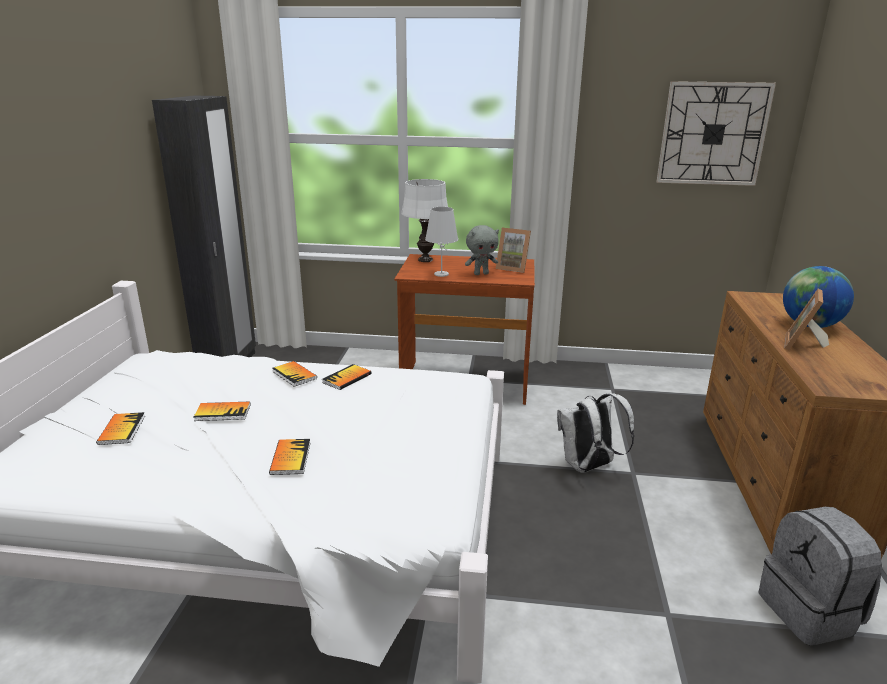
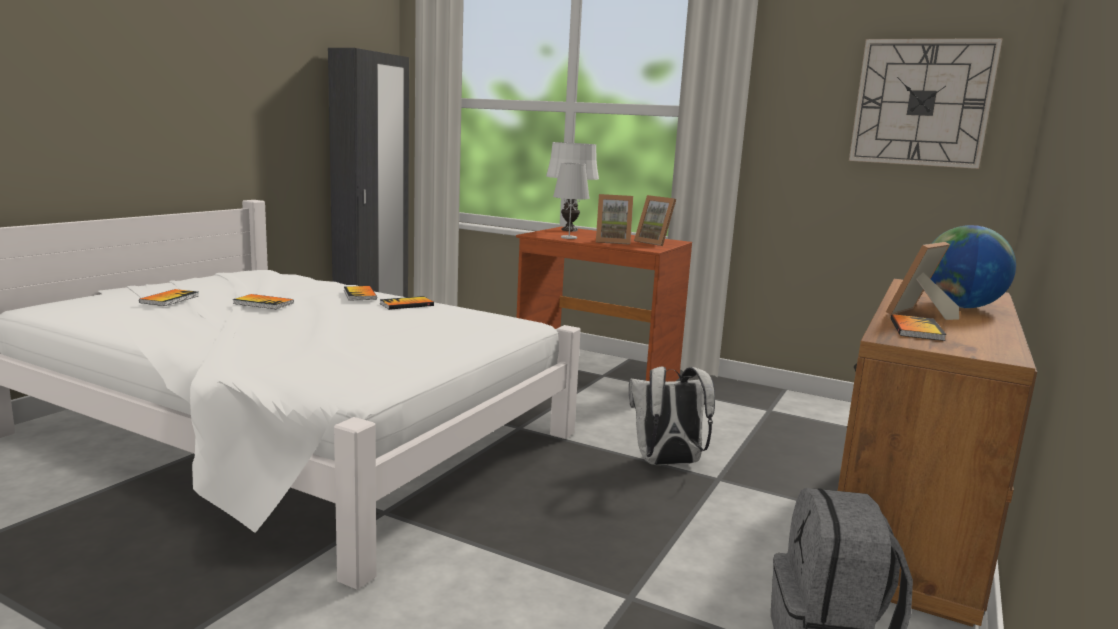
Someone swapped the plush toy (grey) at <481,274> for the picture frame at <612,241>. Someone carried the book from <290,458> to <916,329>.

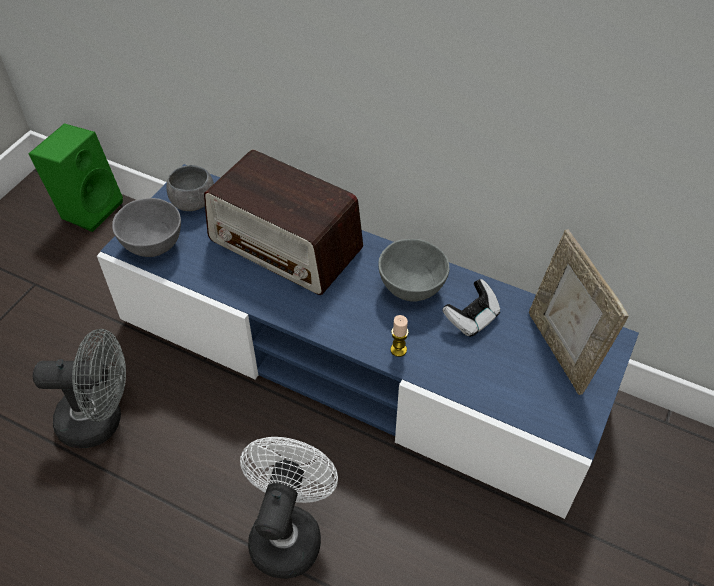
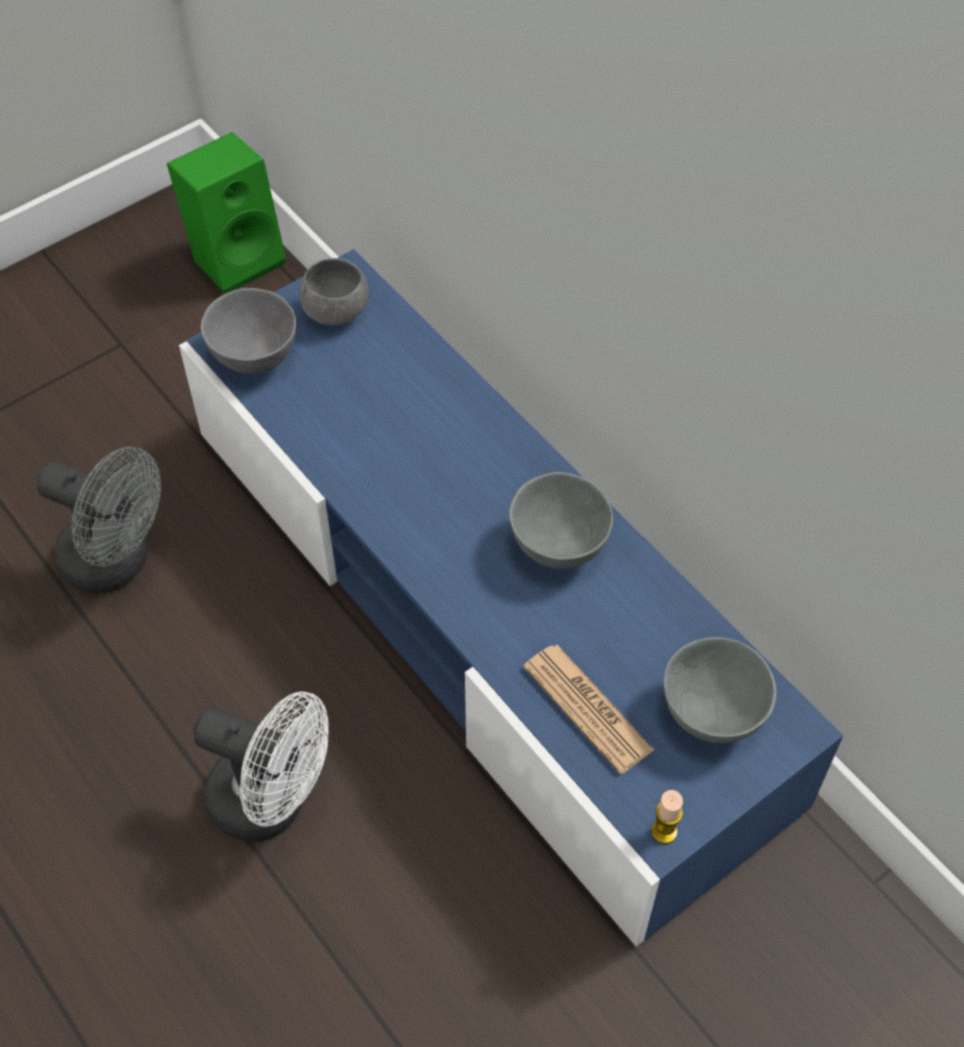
Someone rotated the fan (white) at <288,531> by 75 degrees clockwise. Someone put down the newspaper at <587,708>. Someone carried the candle from <398,350> to <664,831>. Someone swapped the picture frame at <561,350> for the bowl (grey) at <713,715>. Someone took away the radio at <286,245>. Someone took away the game controller at <471,318>.

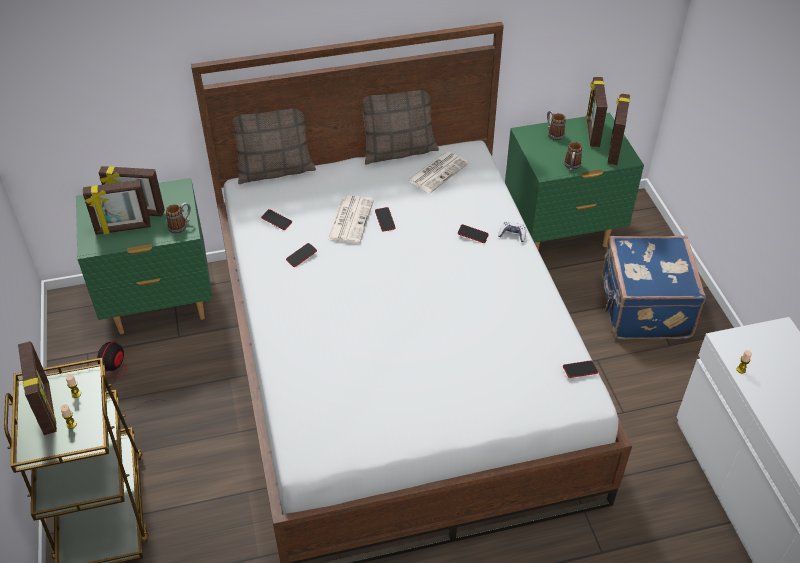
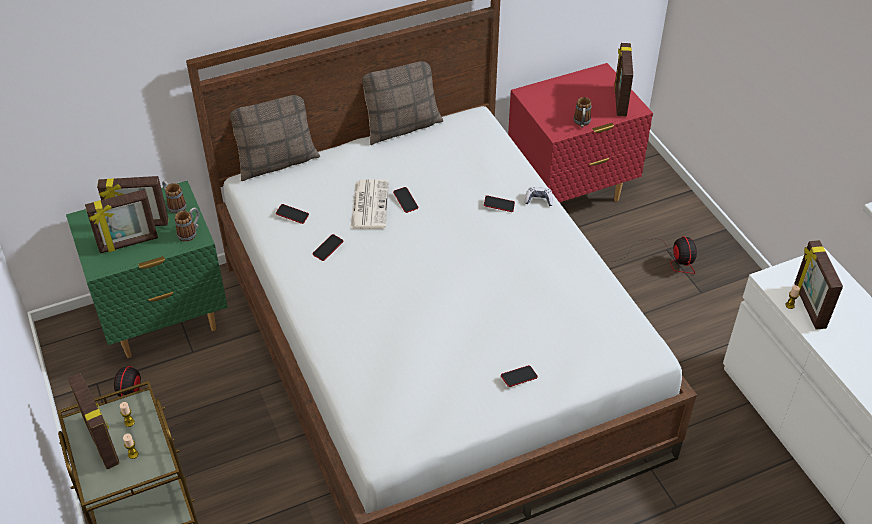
Someone carried the mug from <553,133> to <174,205>. Someone carried the phone from <580,370> to <519,377>. Someone repainted the nightstand (green) at <561,234>, which became the nightstand (red) at <570,194>. Someone swapped the suitcase (blue) at <642,308> for the fan at <667,259>. Someone carried the picture frame from <592,132> to <808,306>. Someone took away the newspaper at <437,172>.

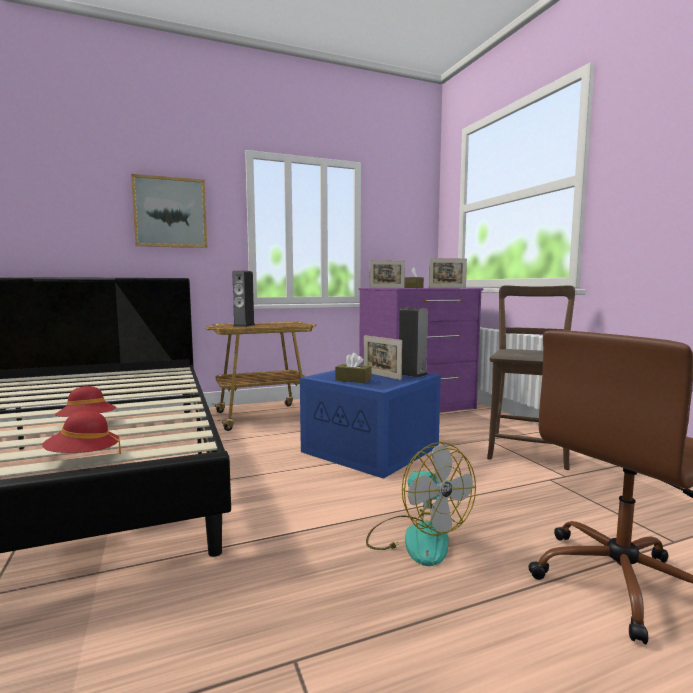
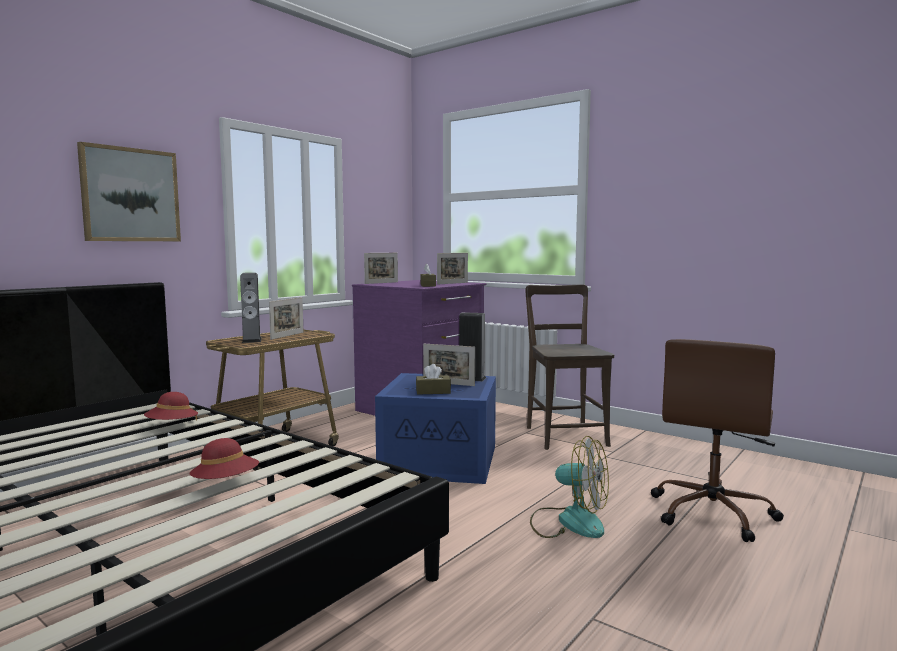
Someone carried the hat (red) from <83,458> to <172,426>. Someone put down the picture frame at <287,336>.

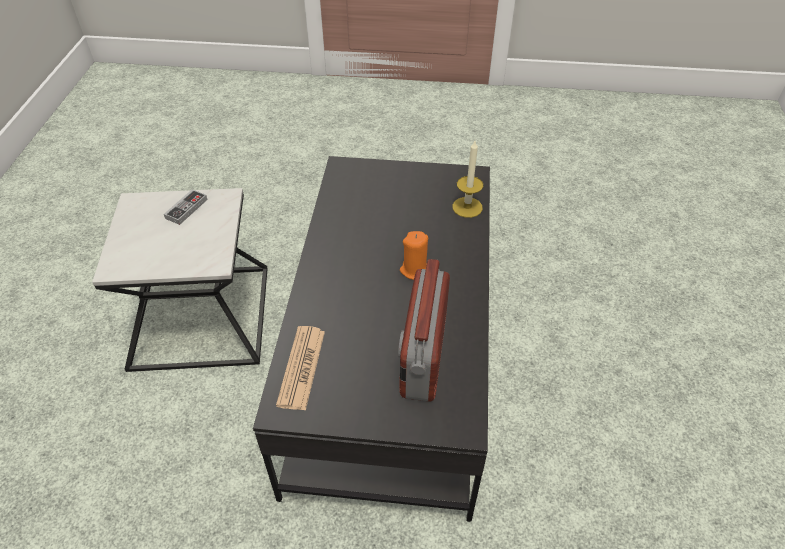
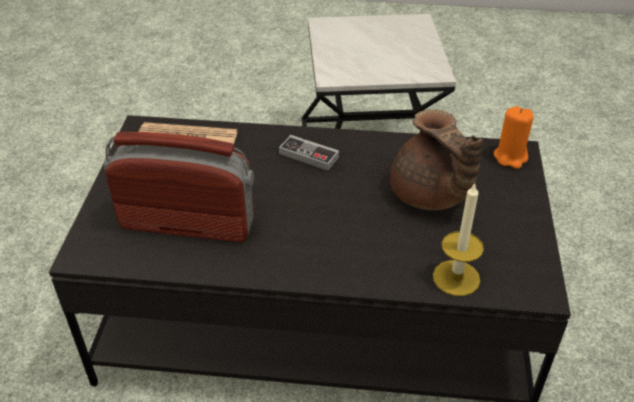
Someone carried the game controller from <186,209> to <308,155>. Someone put down the teapot (brown) at <429,195>. Someone carried the candle (orange) from <415,270> to <510,157>.

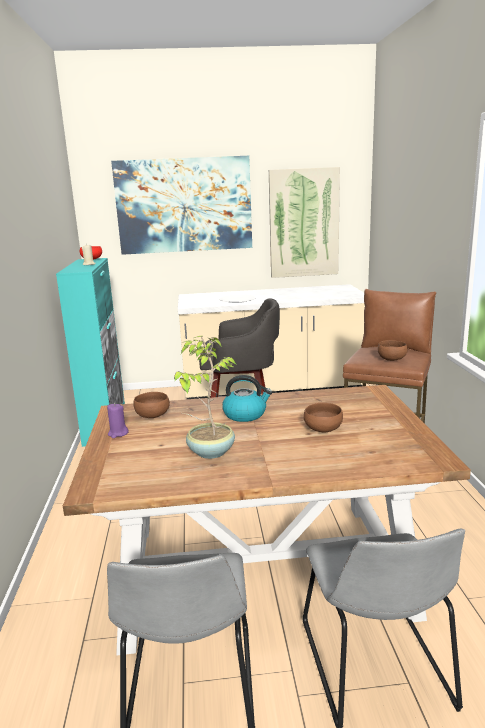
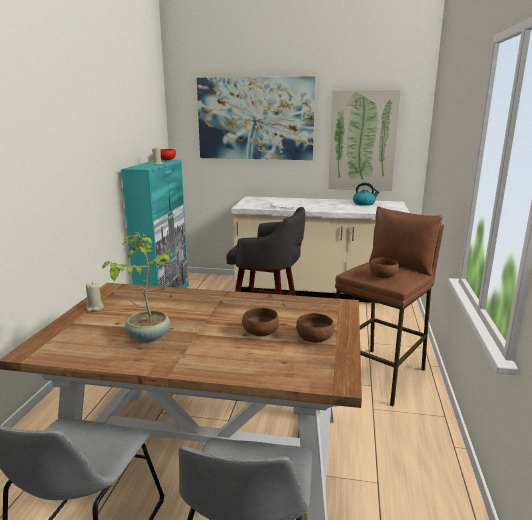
Someone repainted the candle (purple) at <118,433>, which became the candle (beige) at <95,308>. Someone carried the bowl (brown) from <153,415> to <314,339>. Someone carried the kettle from <245,414> to <364,203>.

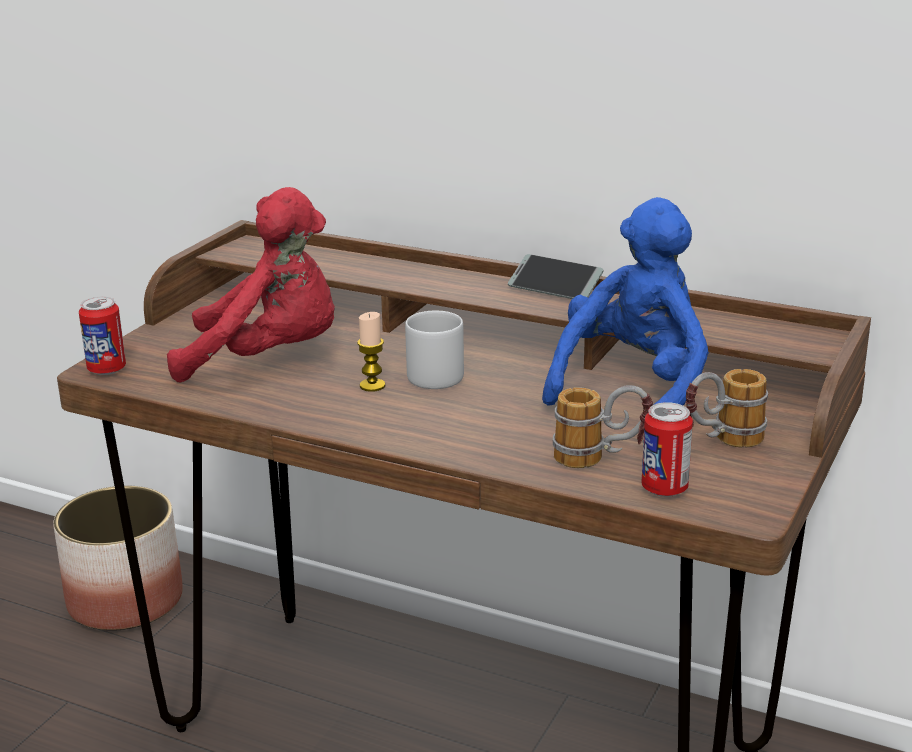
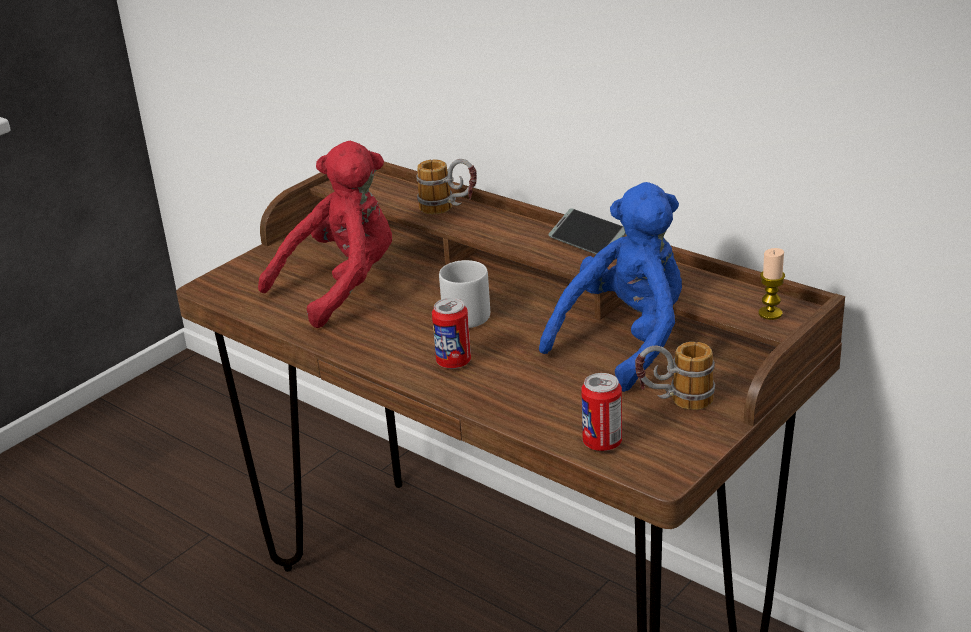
Someone rotated the plush toy (red) at <268,359> by 60 degrees counterclockwise. Someone carried the mug from <600,459> to <449,210>. Someone carried the can from <107,369> to <453,362>. Someone carried the candle from <372,386> to <770,313>. Someone took away the planter at <126,600>.

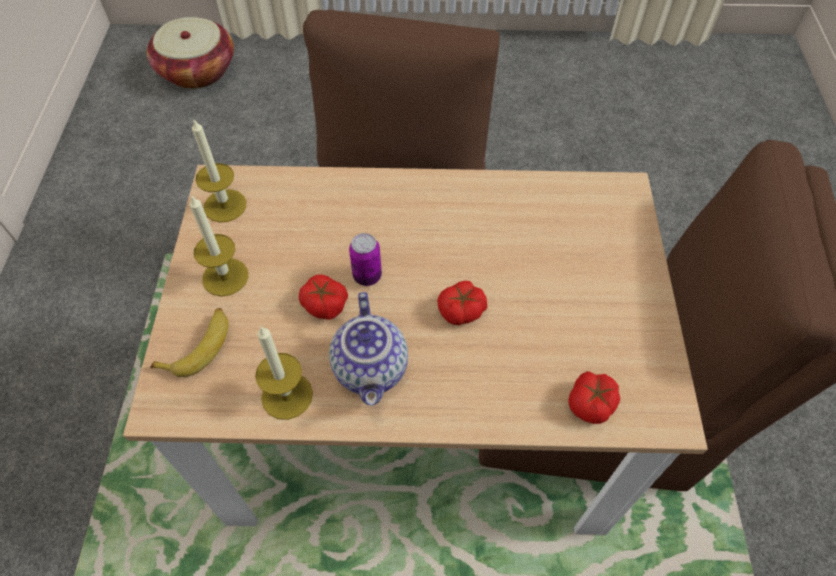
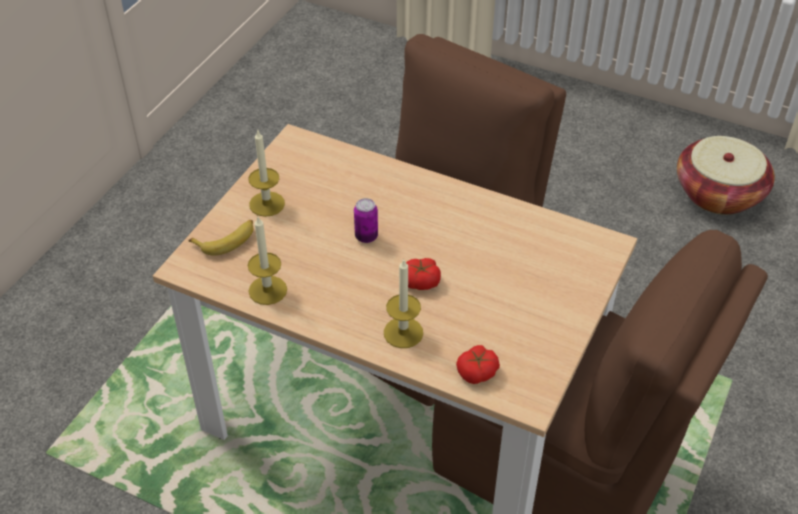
Someone carried the candle from <225,205> to <403,332>. Someone carried the basket from <197,71> to <718,193>. Someone took away the tomato at <324,304>. Someone took away the teapot at <372,369>.

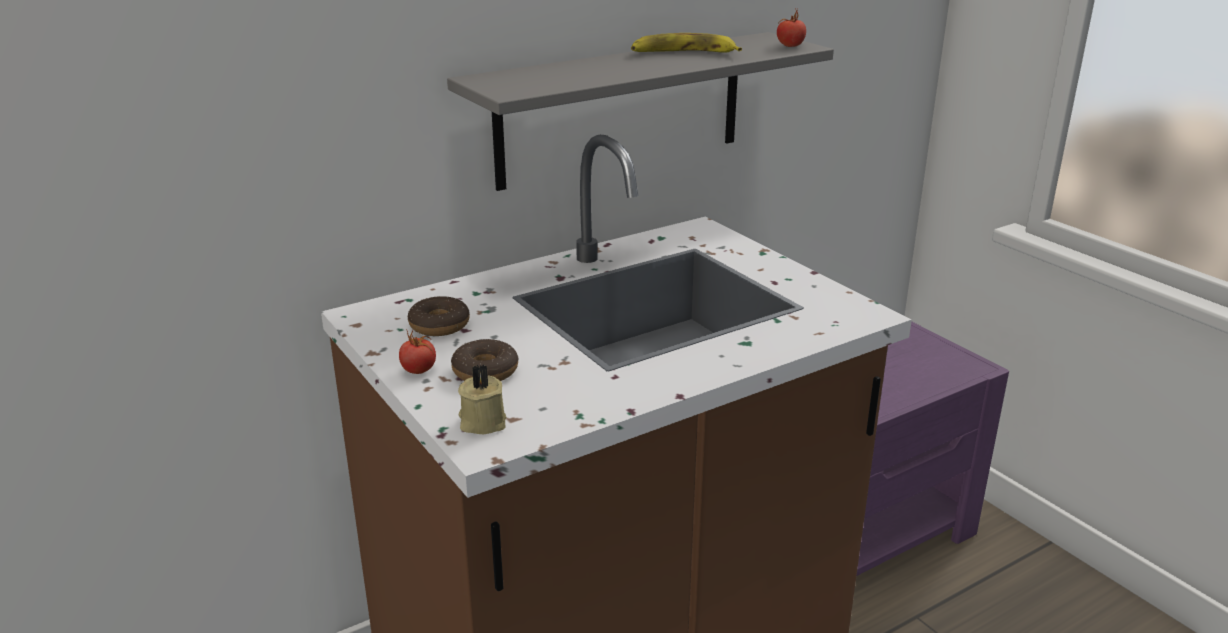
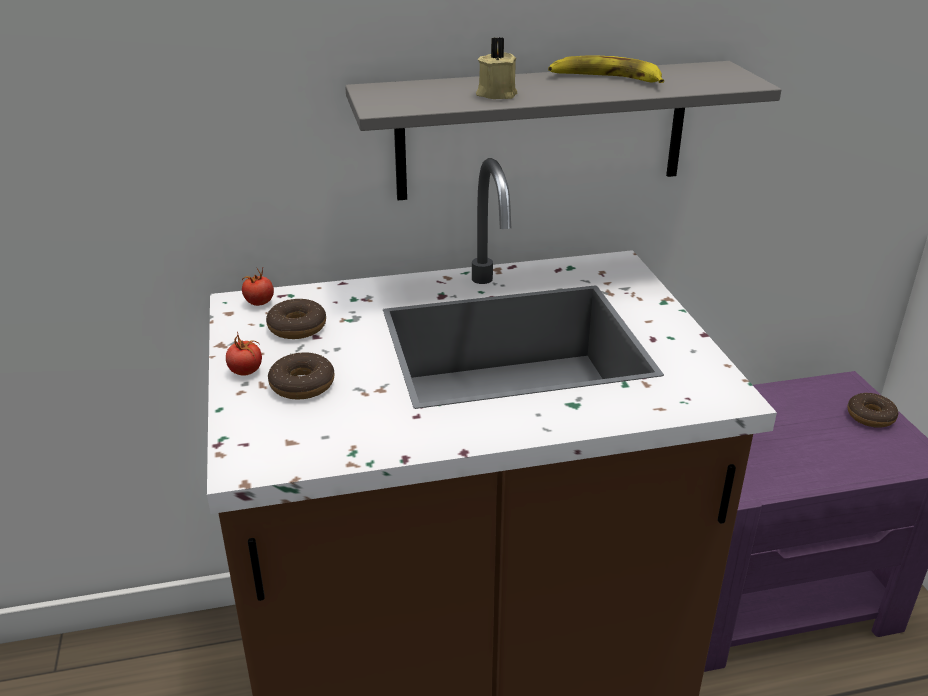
Someone carried the tomato from <790,46> to <259,303>. Someone carried the candle (beige) from <482,422> to <496,94>. Someone put down the donut at <870,416>.

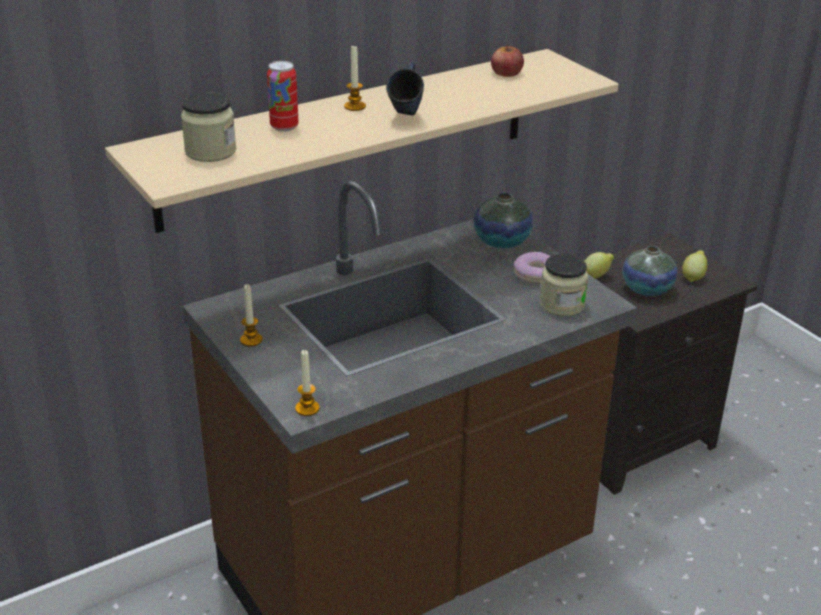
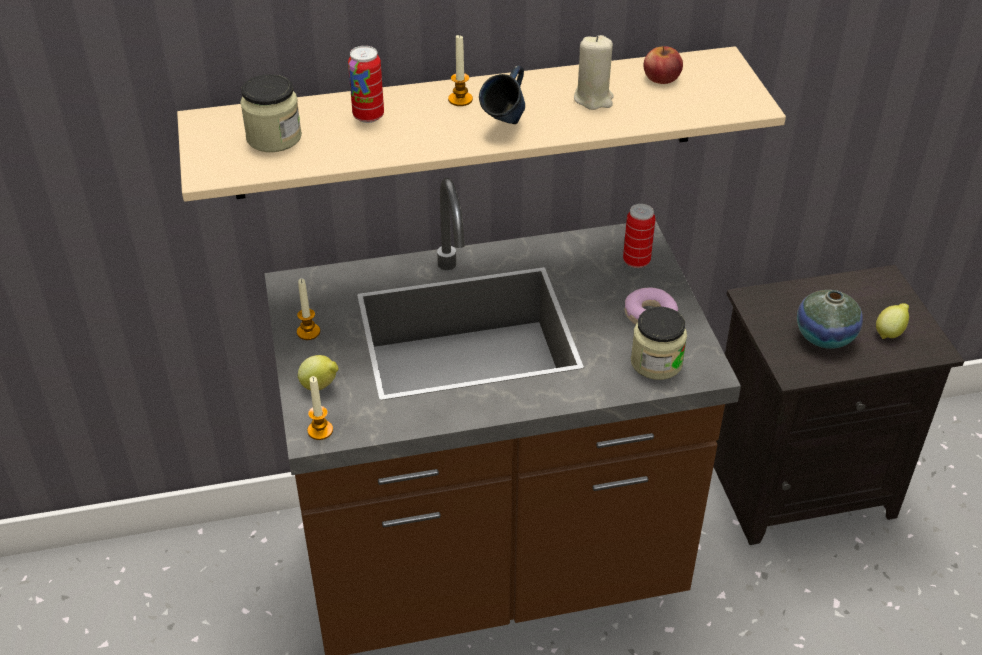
Someone carried the lemon from <596,276> to <320,386>. Someone put down the candle (beige) at <593,98>. Someone swapped the vase at <502,241> for the can at <636,261>.

